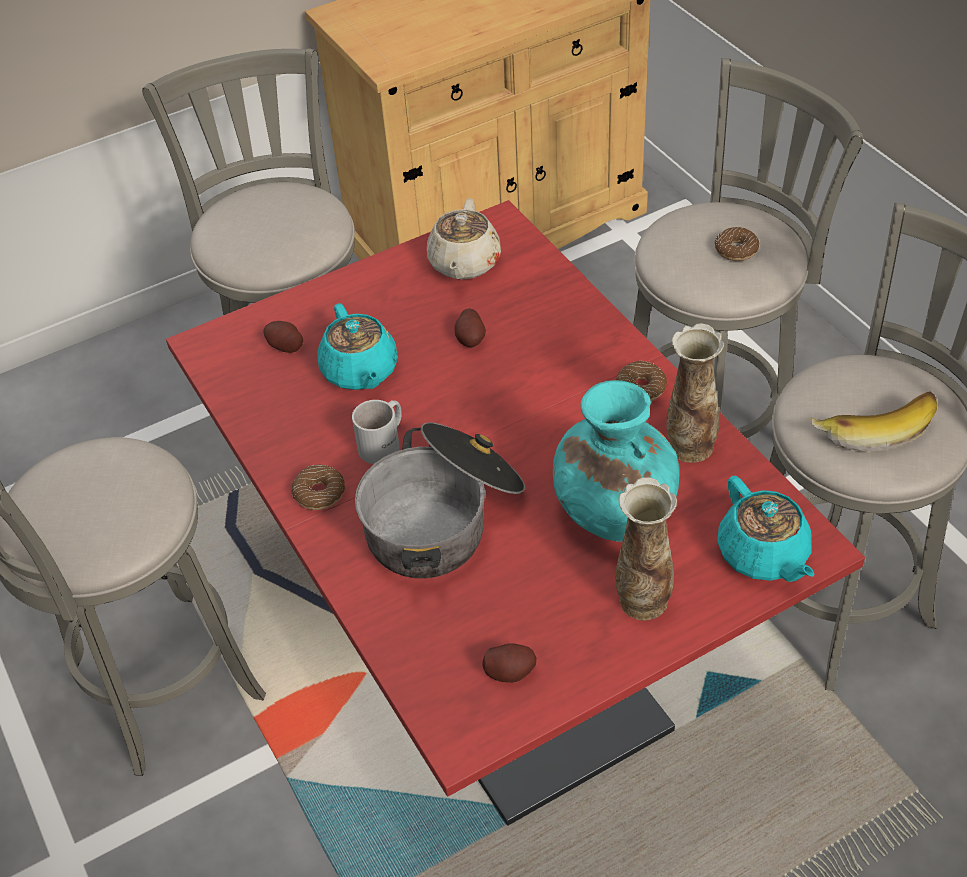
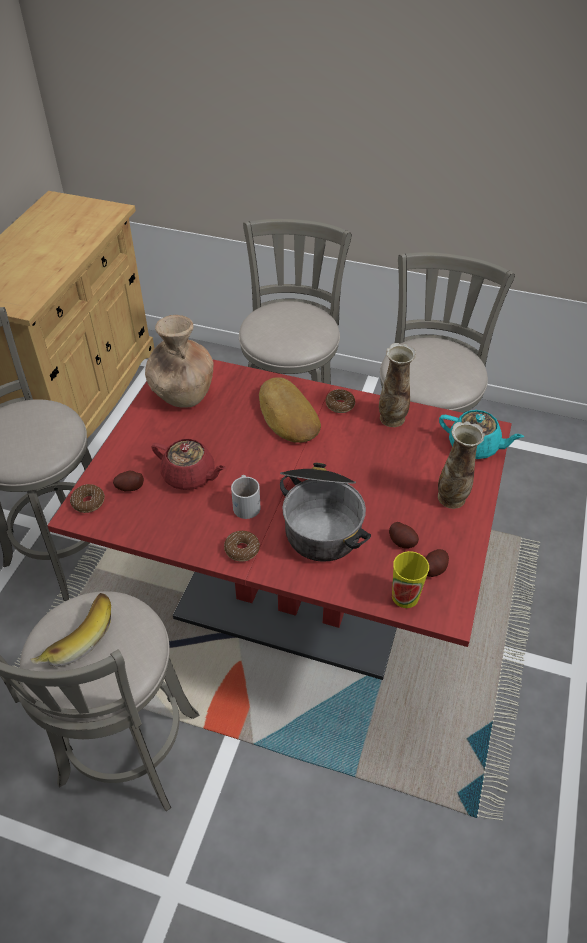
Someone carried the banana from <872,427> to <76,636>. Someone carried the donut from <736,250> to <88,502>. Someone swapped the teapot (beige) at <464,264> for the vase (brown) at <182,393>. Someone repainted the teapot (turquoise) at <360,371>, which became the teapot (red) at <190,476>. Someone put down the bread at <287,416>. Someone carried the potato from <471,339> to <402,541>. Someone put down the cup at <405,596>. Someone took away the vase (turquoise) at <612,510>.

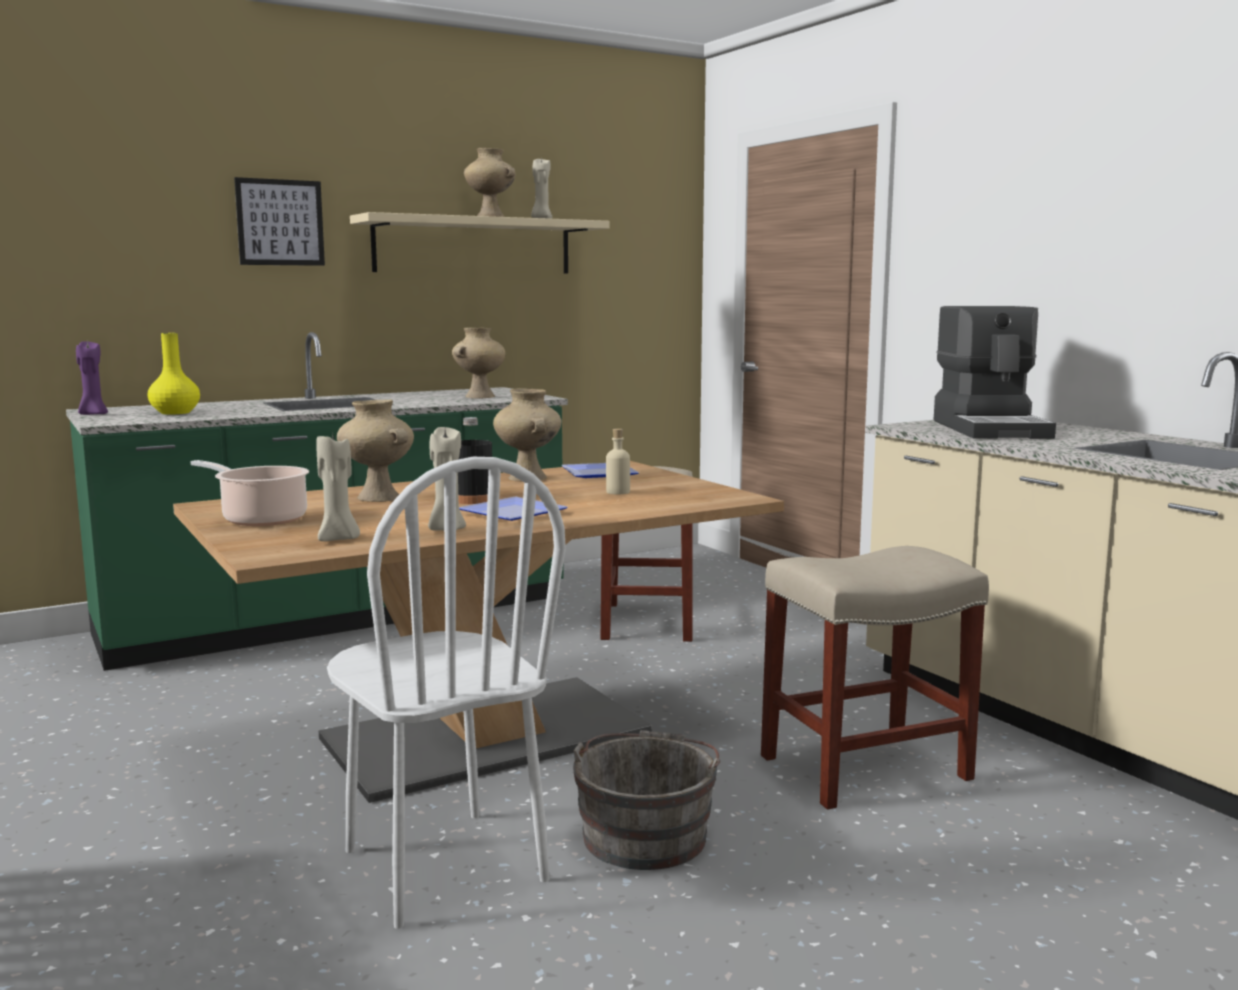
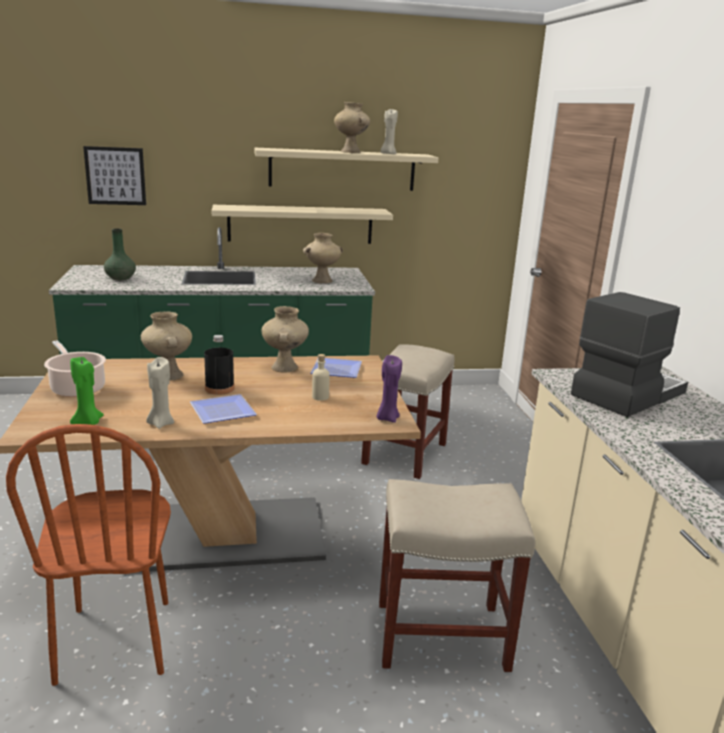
Someone repainted the chair (white) at <442,866>, which became the chair (brown) at <116,640>. Someone repainted the candle (beige) at <339,539>, which became the candle (green) at <88,422>. Someone carried the picture from <280,222> to <115,176>. Someone repainted the vase (yellow) at <175,412>, which became the vase (green) at <121,278>. Someone put up the shelf (beige) at <300,224>. Someone carried the candle (purple) from <92,414> to <387,418>. Someone rotated the coffee machine at <991,429> by 150 degrees counterclockwise. Someone took away the bucket (grey) at <646,834>.

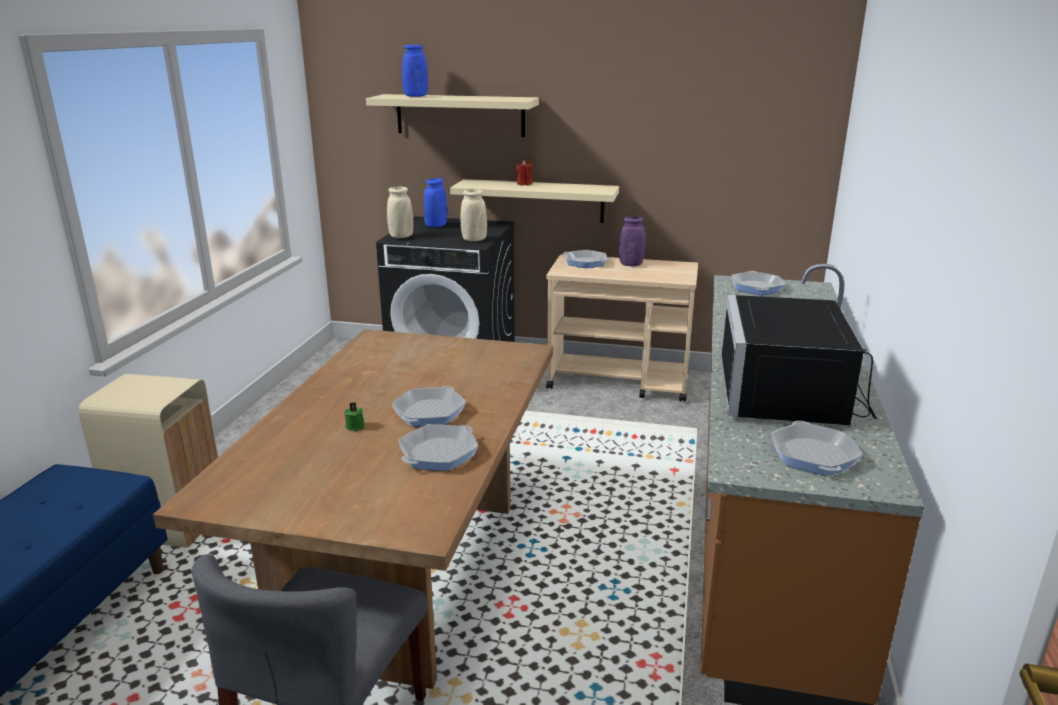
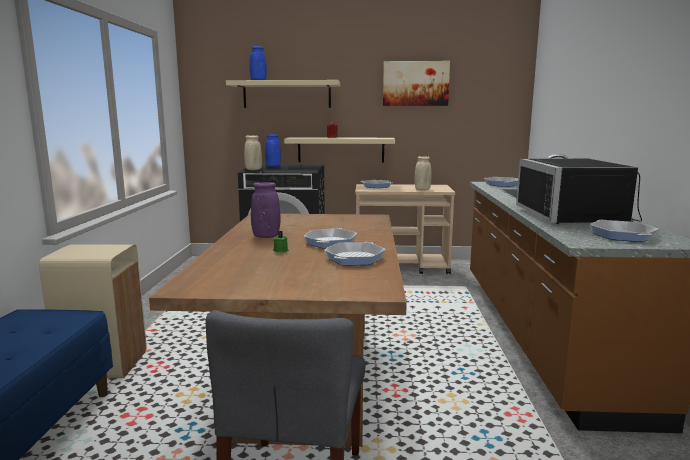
Someone carried the vase (purple) from <631,264> to <266,236>. Someone put up the picture at <415,83>. Someone carried the vase (beige) from <474,240> to <422,189>.

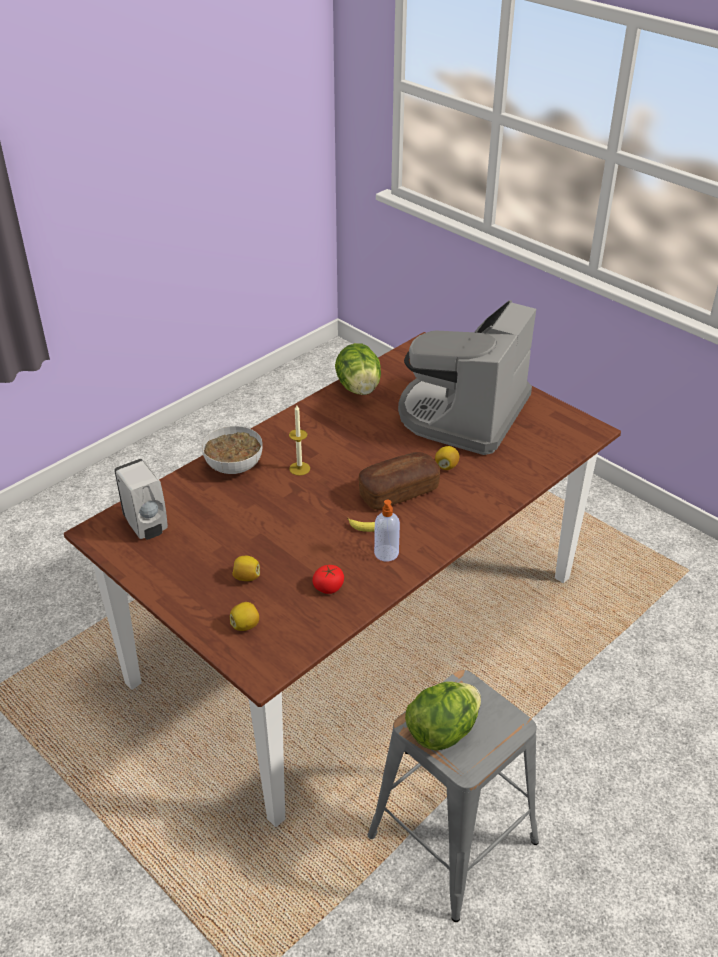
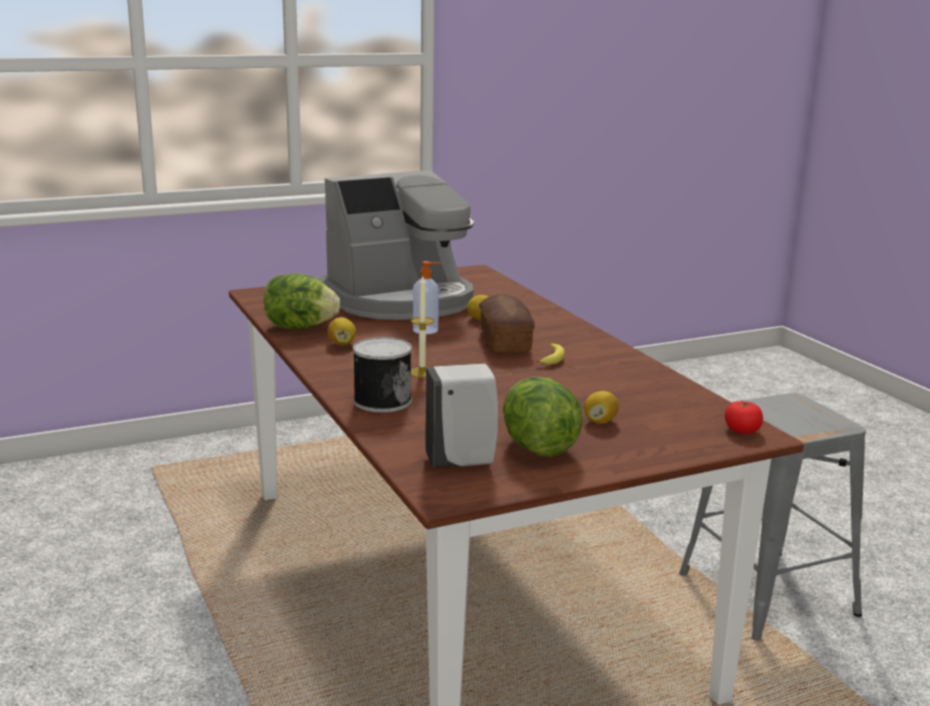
Someone rotated the coffee machine at <463,414> by 75 degrees counterclockwise. Someone carried the lemon from <245,625> to <342,344>. Someone swapped the bowl at <234,465> for the can at <381,400>. Someone carried the soap dispenser from <386,554> to <426,330>. Someone carried the lettuce from <442,731> to <538,447>. Someone carried the tomato from <328,587> to <742,430>.

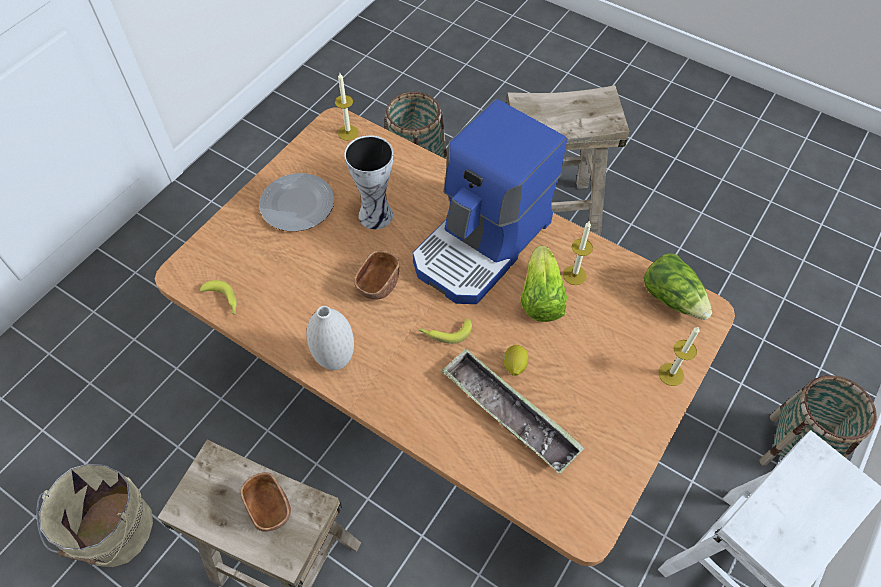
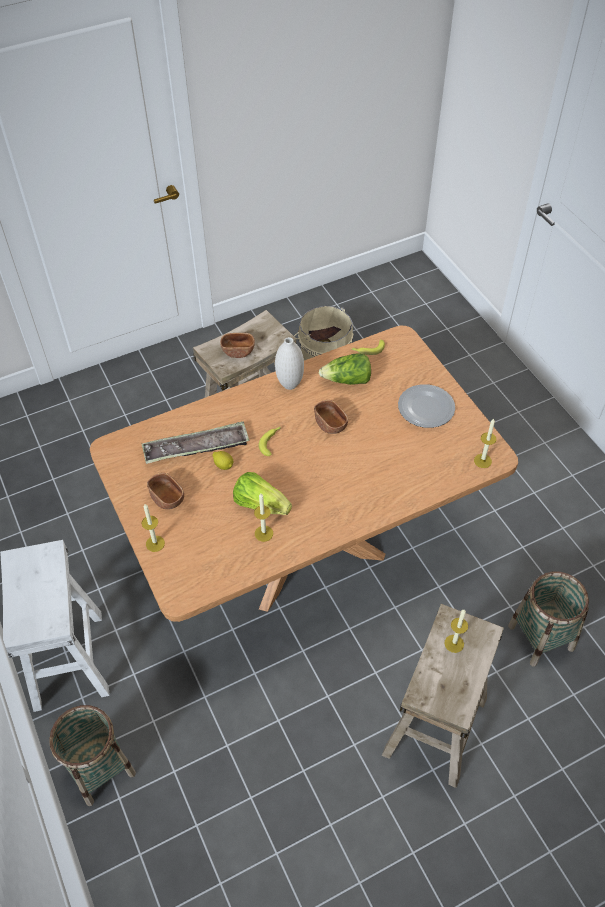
Someone put down the bowl (brown) at <167,498>. Someone carried the lettuce from <672,298> to <347,380>. Someone put down the candle at <454,643>. Someone took away the vase at <377,214>. Someone took away the coffee machine at <483,245>.

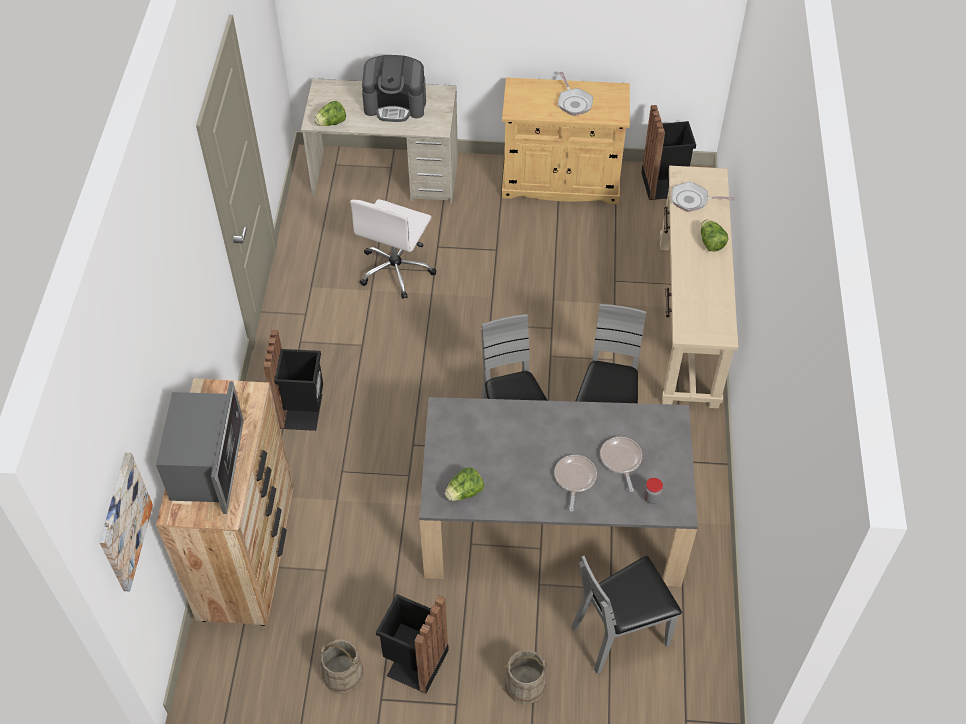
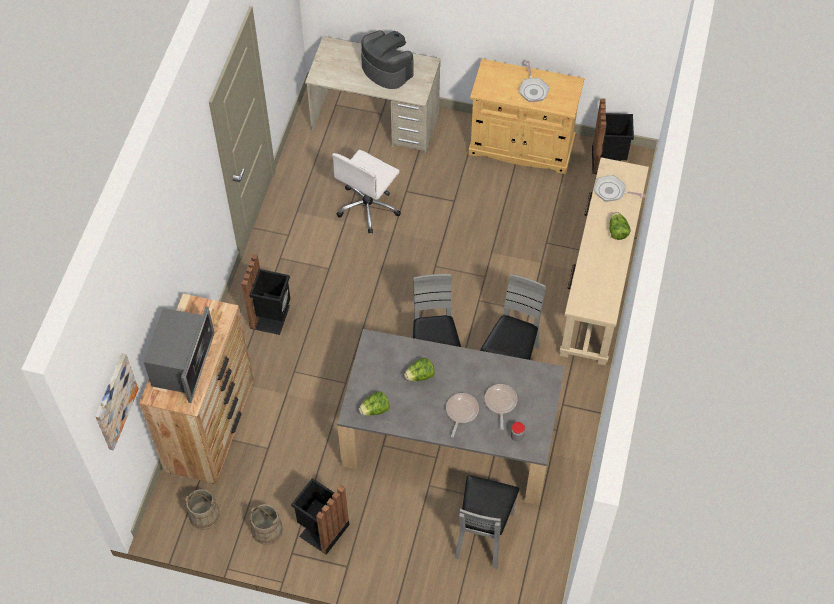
Someone carried the bucket (beige) from <525,684> to <204,515>. Someone rotated the coffee machine at <395,104> by 150 degrees counterclockwise. Someone carried the lettuce from <331,123> to <420,376>. Someone rotated the chair (grey) at <620,634> by 60 degrees counterclockwise.

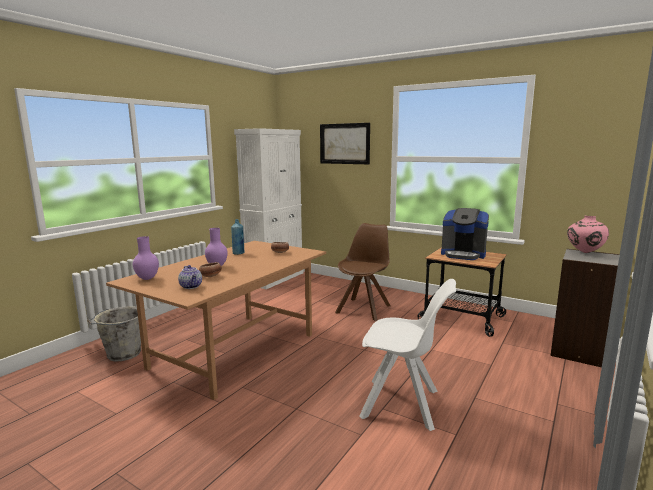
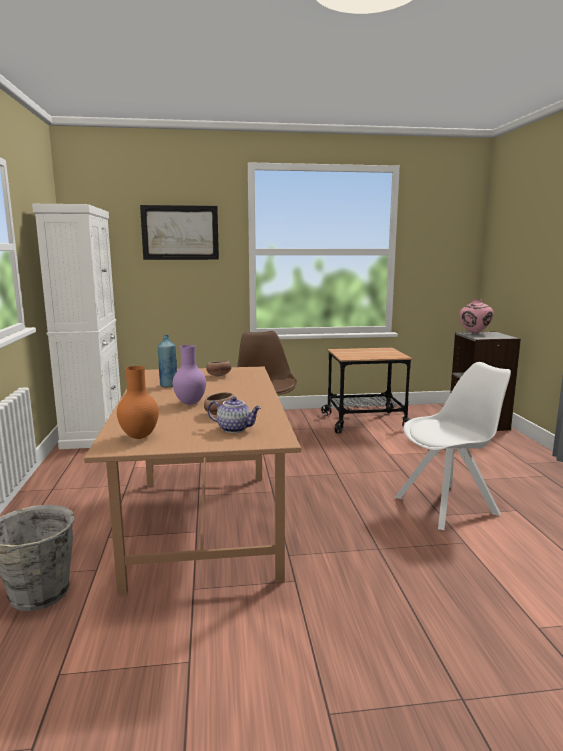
Someone repainted the vase (purple) at <148,278>, which became the vase (orange) at <140,436>. Someone took away the coffee machine at <463,254>.

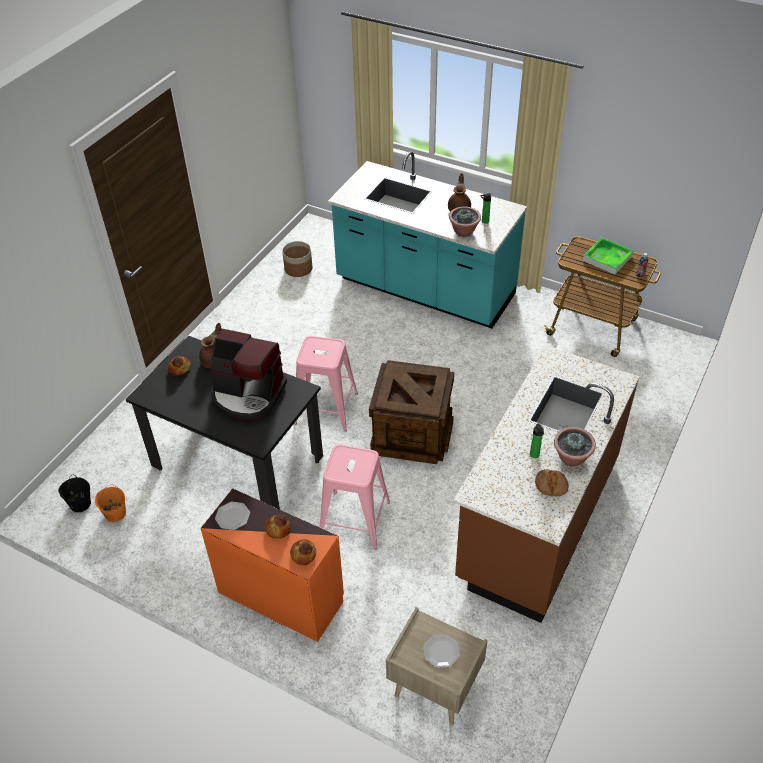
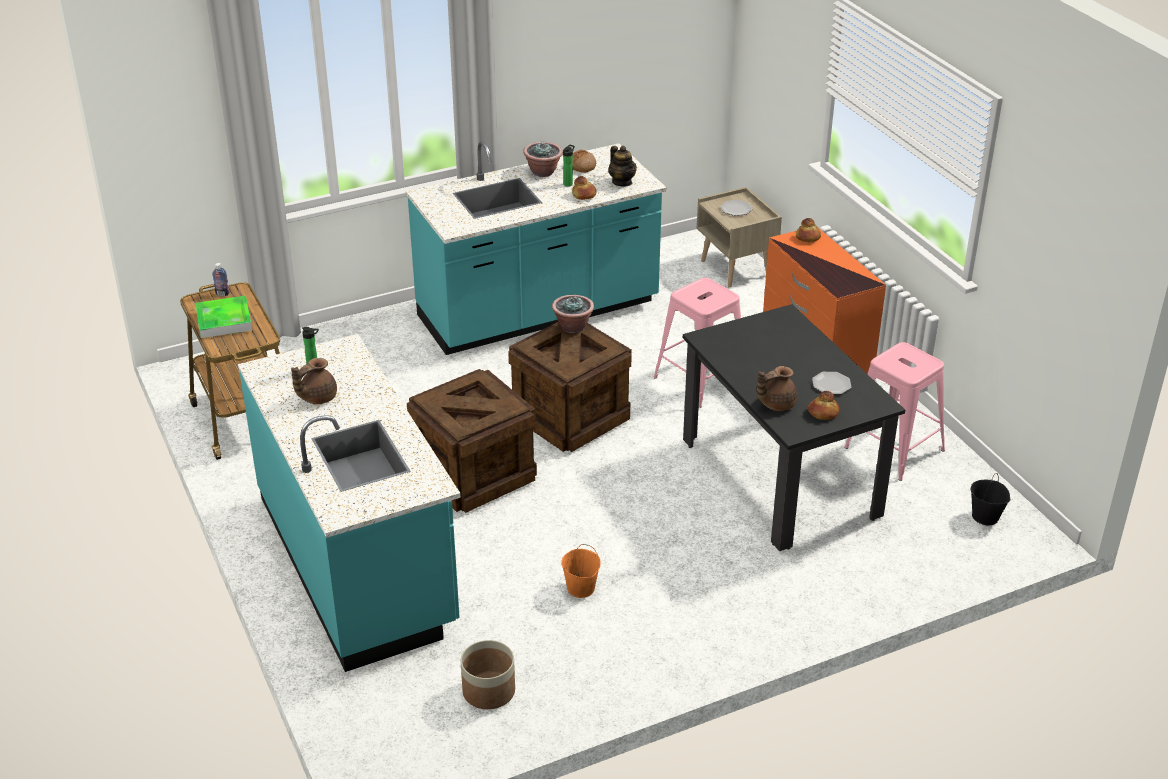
Someone repainted the counter (brown) at <536,520>, which became the counter (turquoise) at <538,312>. Someone put down the crate at <473,475>. Someone carried the potted plant from <464,232> to <573,327>. Someone carried the bucket (orange) from <115,514> to <581,588>. Someone carried the bread from <278,529> to <583,195>. Someone put down the teapot at <622,182>. Someone carried the plate from <233,516> to <831,384>. Someone carried the stool (pink) from <326,408> to <893,449>. Someone took away the coffee machine at <248,395>.

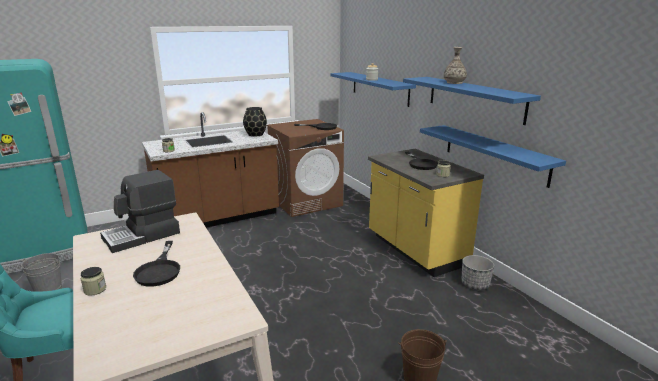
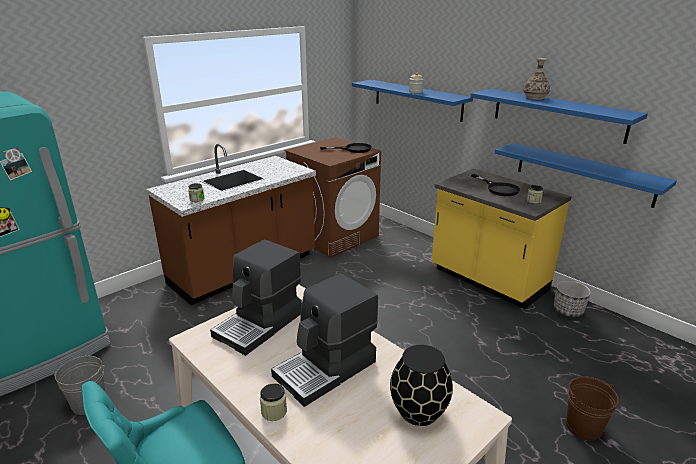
Someone swapped the frying pan (black) at <159,270> for the coffee machine at <326,369>. Someone carried the vase (black) from <255,134> to <418,411>.

